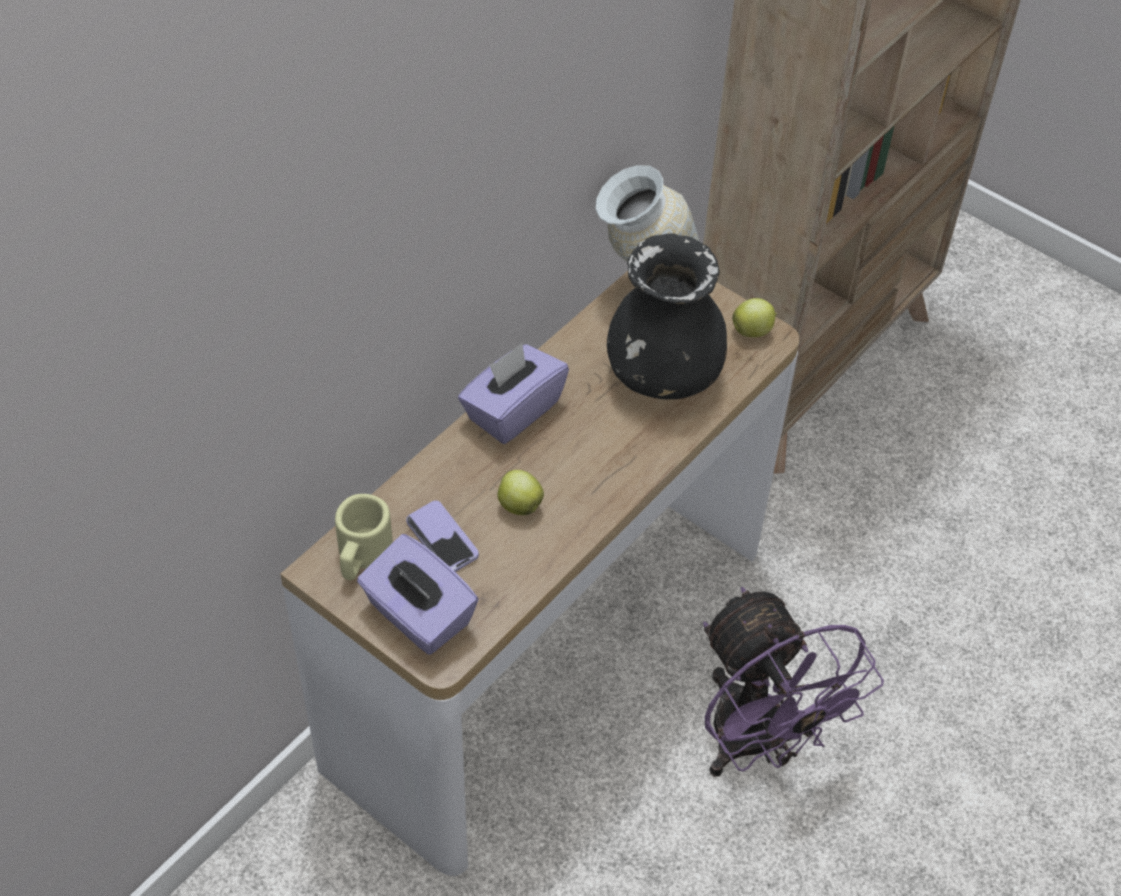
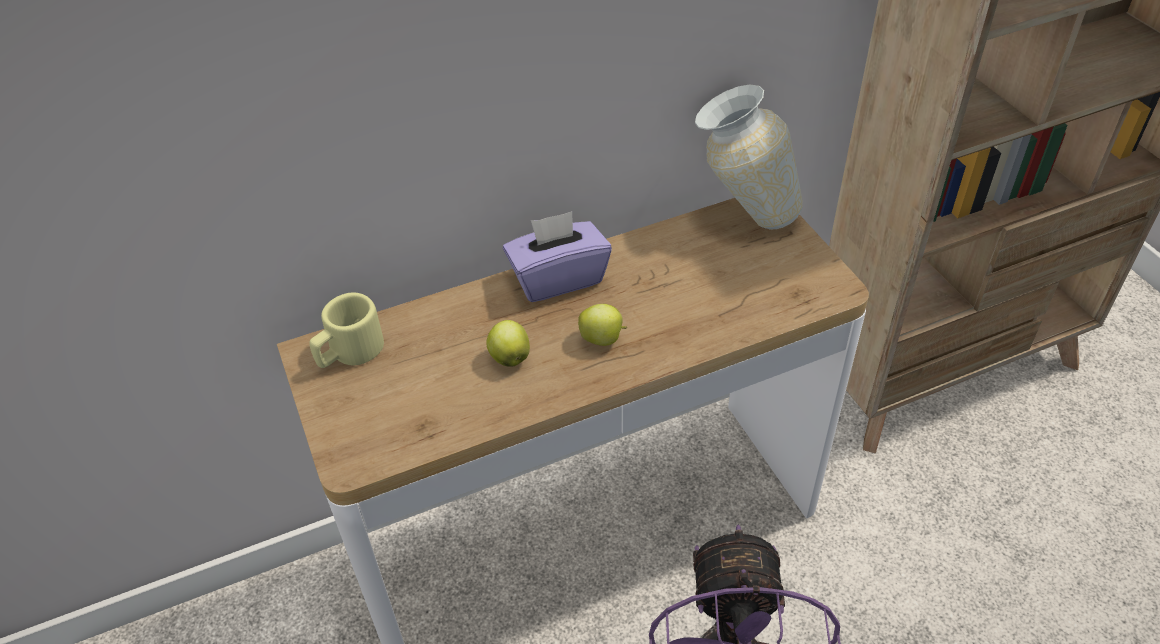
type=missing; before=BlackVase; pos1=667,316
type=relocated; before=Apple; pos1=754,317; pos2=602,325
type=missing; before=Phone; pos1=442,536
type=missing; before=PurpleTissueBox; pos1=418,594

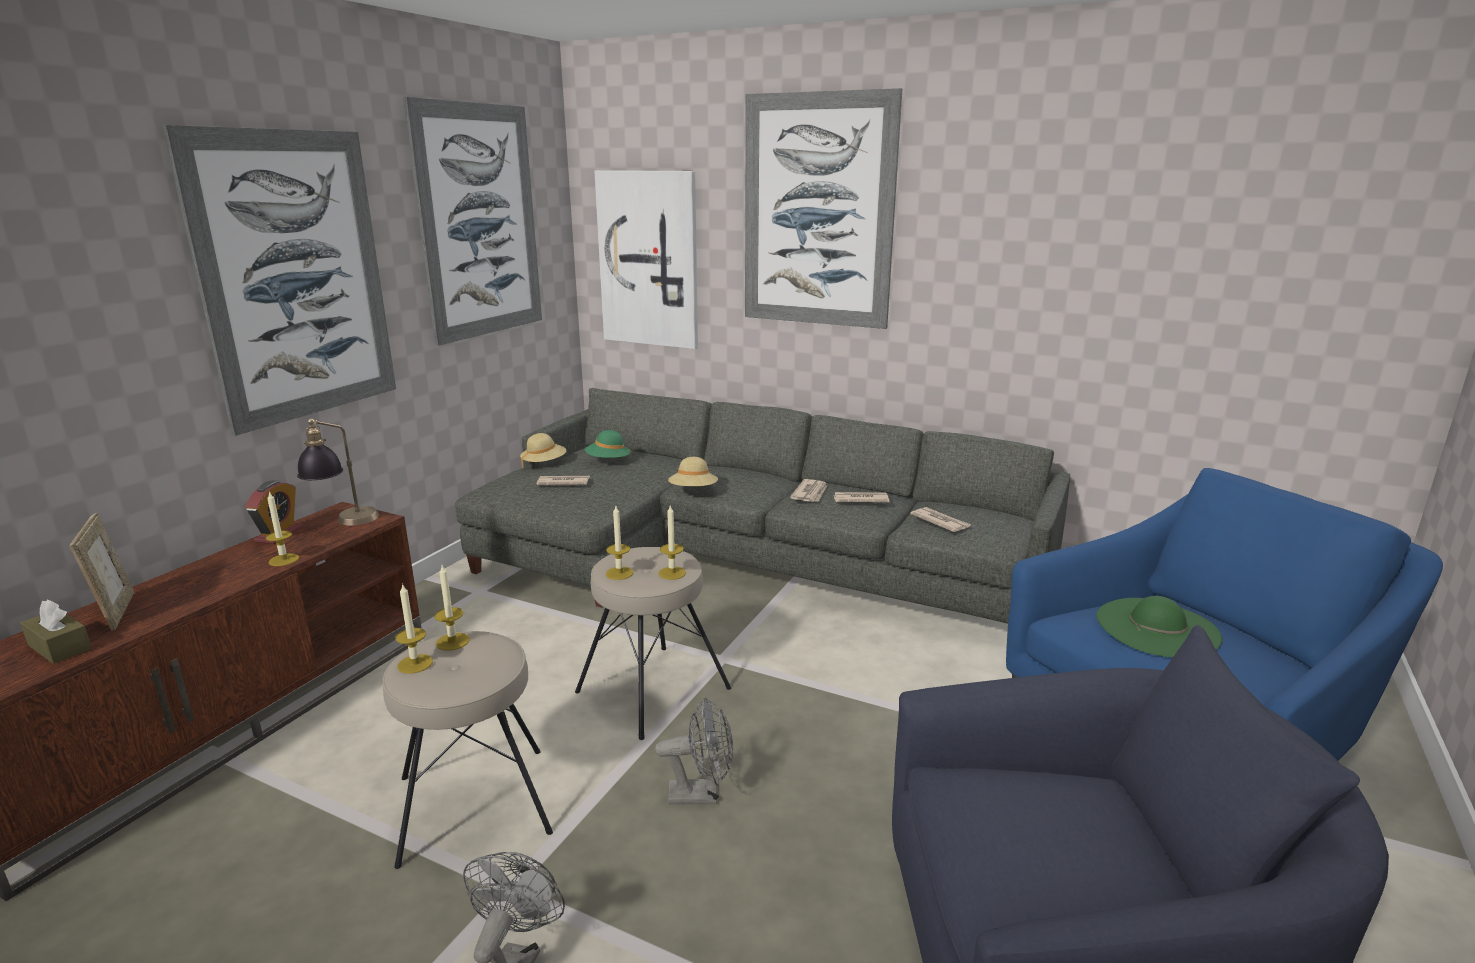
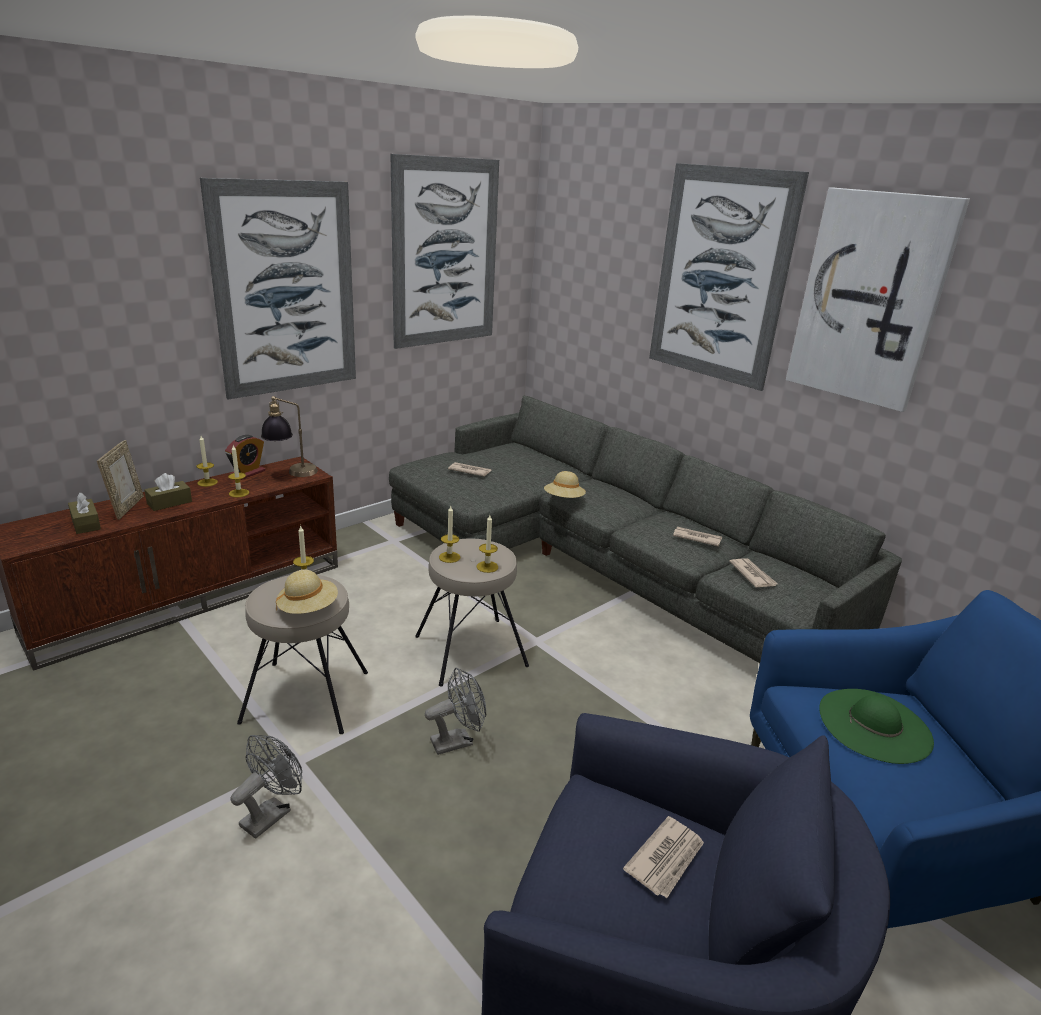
type=relocated; before=Picture; pos1=646,259; pos2=878,299
type=missing; before=GreenHat; pos1=608,444
type=relocated; before=BeigeHat; pos1=543,450; pos2=307,592
type=relocated; before=Newspaper; pos1=808,490; pos2=663,857
type=relocated; before=Candle; pos1=414,628; pos2=207,461
type=spun; before=GreyFan; pos1=694,751; pos2=455,711; turn=-45
type=appeared; after=BrownTissueBox; pos2=168,492

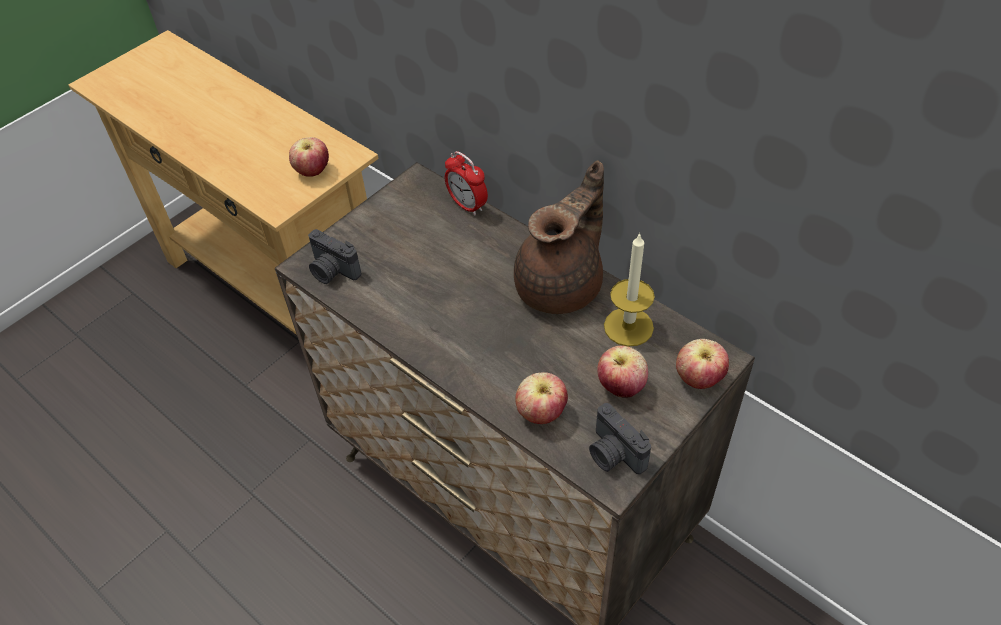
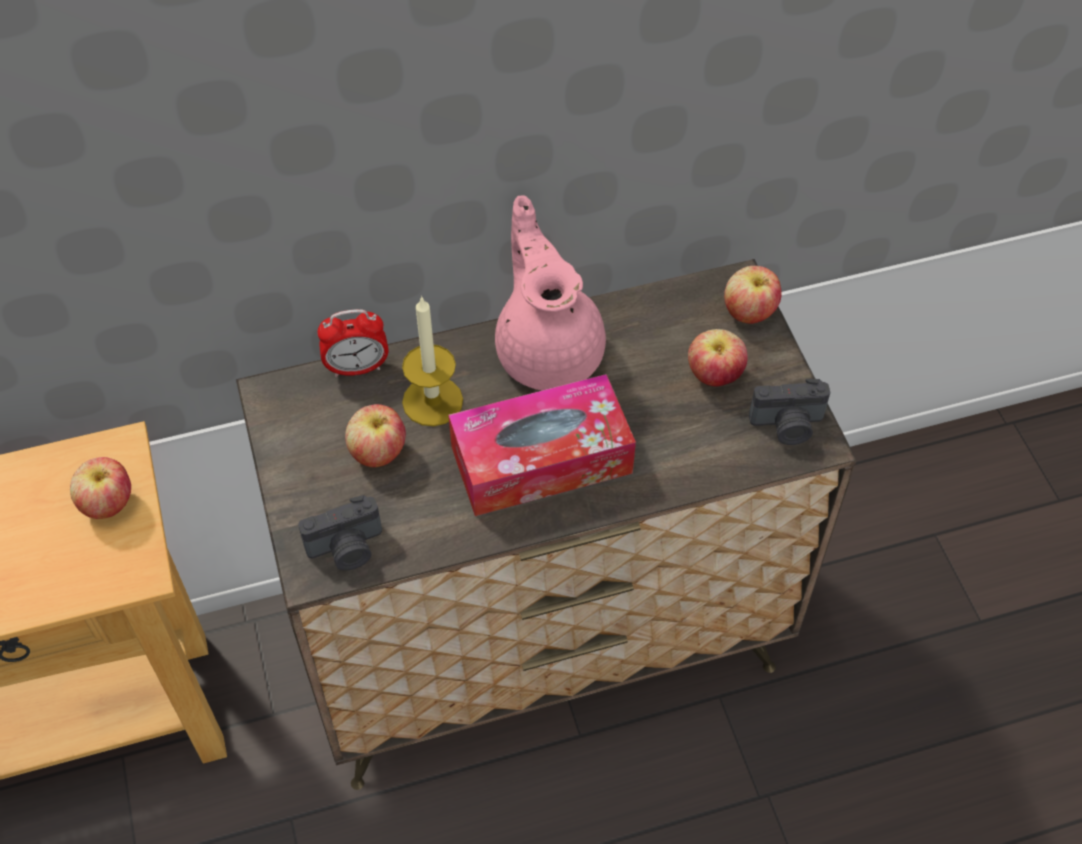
type=colour; before=BrownTeapot; after=PinkTeapot; pos1=559,237; pos2=550,293
type=relocated; before=Candle; pos1=629,289; pos2=432,361
type=relocated; before=Apple; pos1=541,398; pos2=375,435
type=appeared; after=TissueBox; pos2=542,445

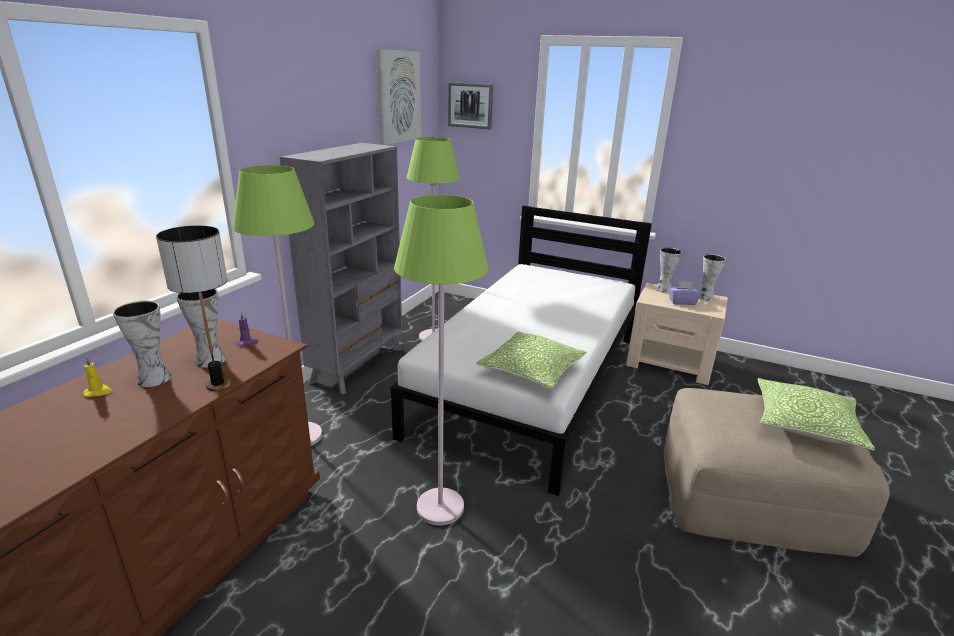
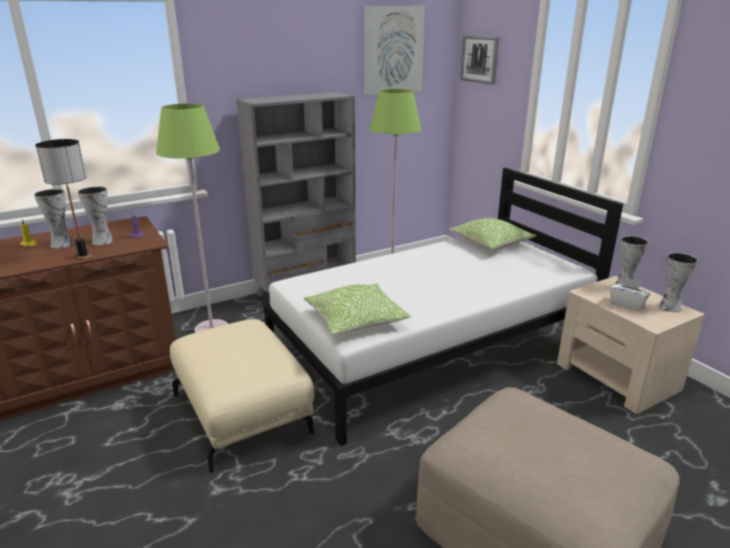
type=exchanged; before=GreenFloorLamp; after=BeigeOttoman; pos1=441,360; pos2=242,396
type=colour; before=PurpleTissueBox; after=WhiteTissueBox; pos1=685,293; pos2=630,294
type=relocated; before=Pillow; pos1=816,414; pos2=493,234

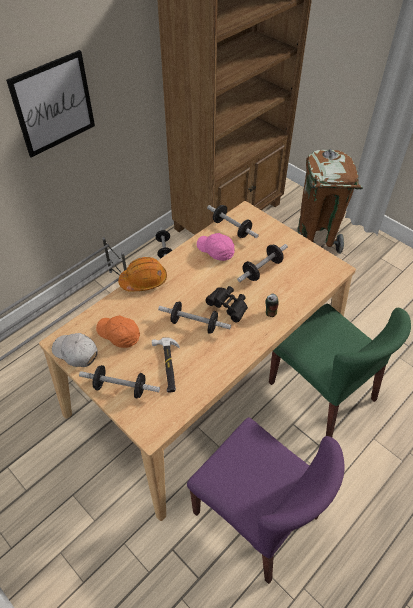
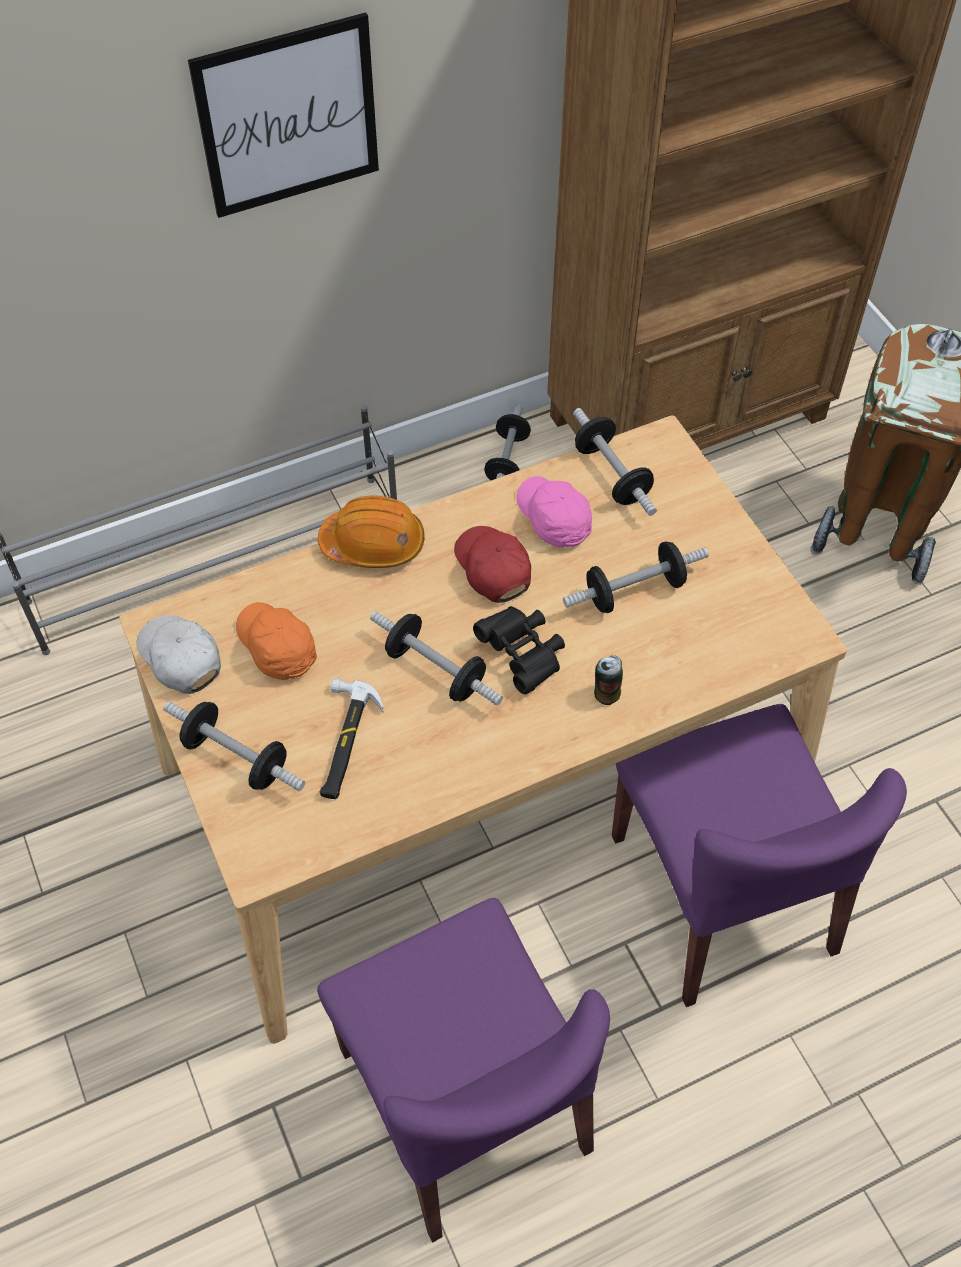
type=colour; before=GreenChair; after=PurpleChair; pos1=340,370; pos2=759,855
type=appeared; after=RedCap; pos2=492,564

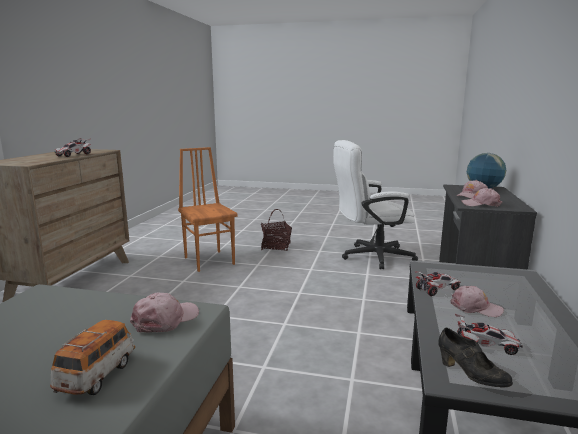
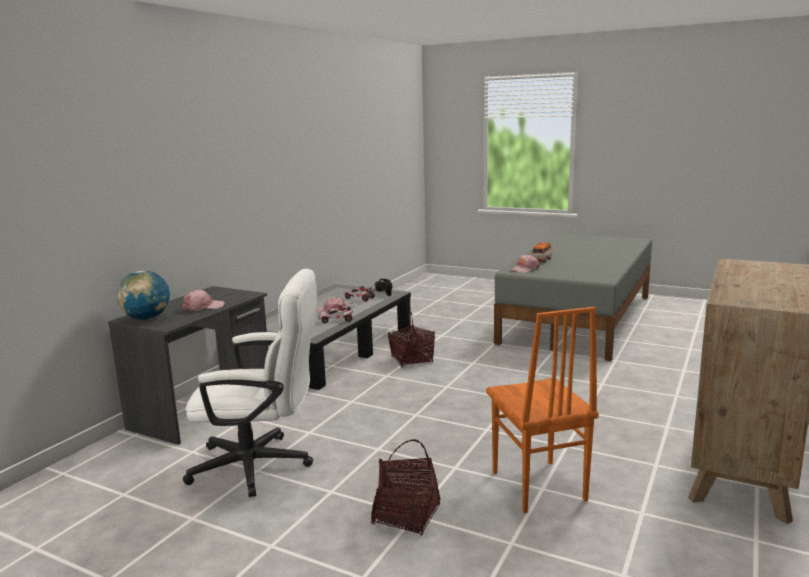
type=missing; before=ToyCar; pos1=72,147
type=missing; before=PinkCap; pos1=481,197
type=appeared; after=Basket; pos2=411,339

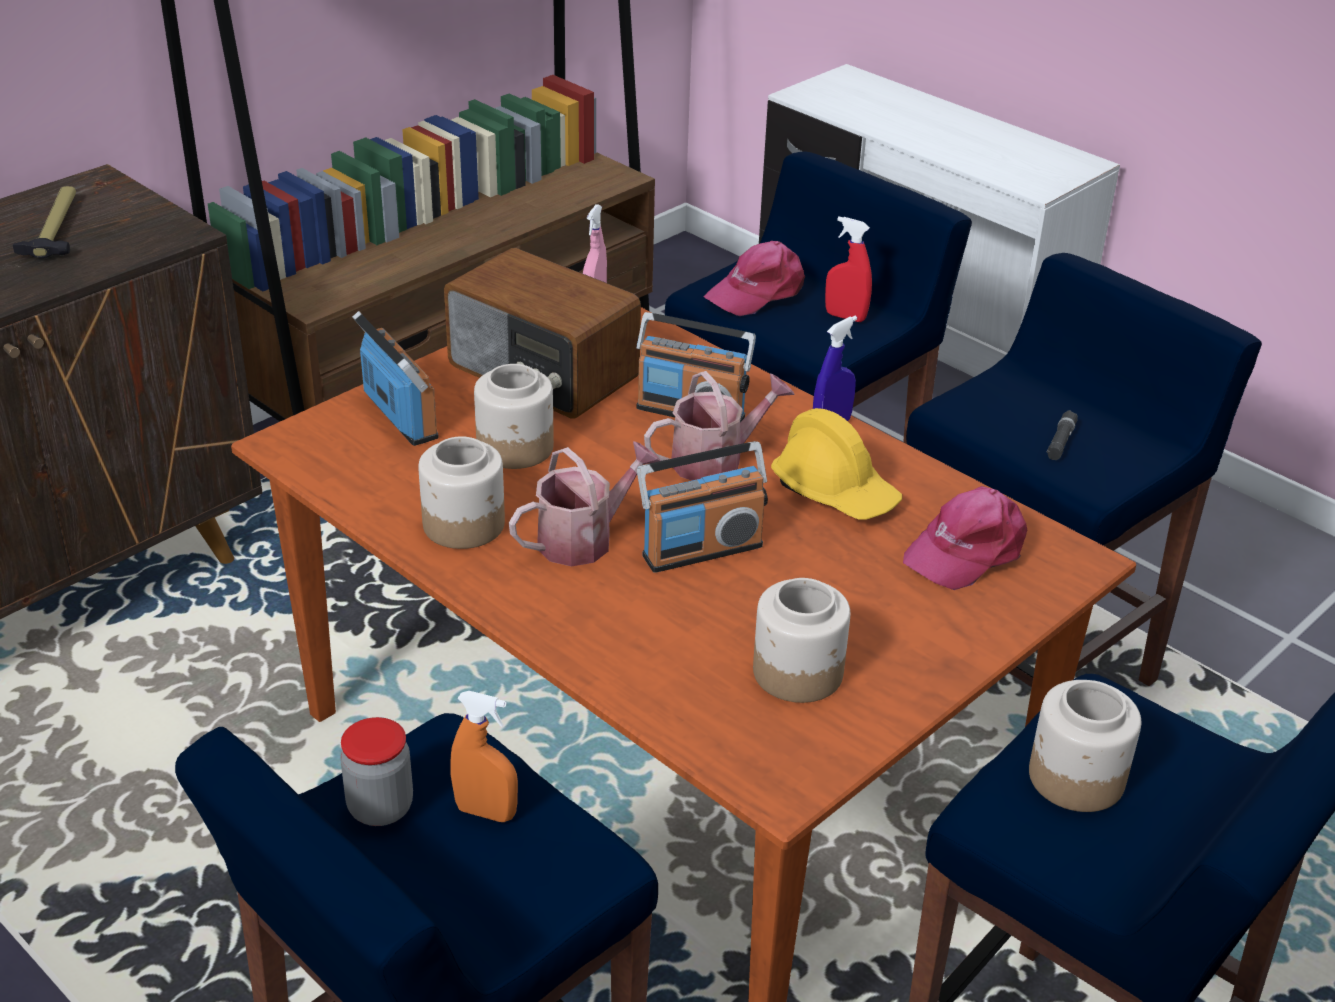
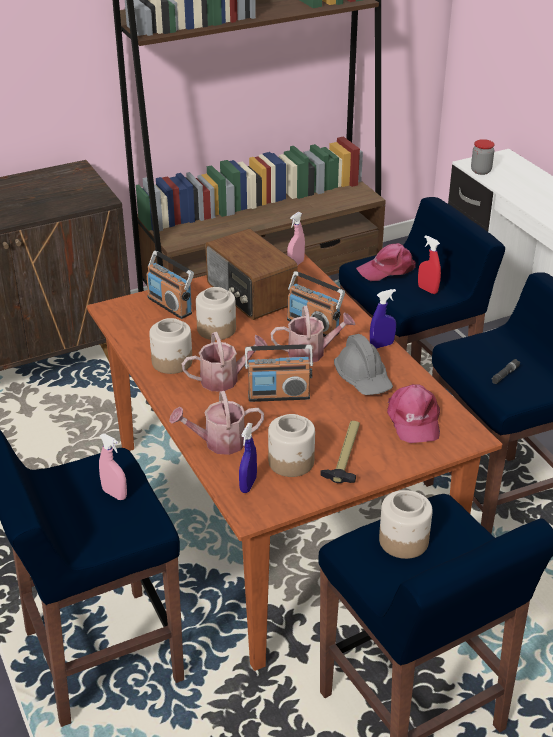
type=relocated; before=Hammer; pos1=44,222; pos2=340,452
type=spun; before=Radio; pos1=395,378; pos2=170,285; turn=150
type=colour; before=YellowHardHat; after=GreyHardHat; pos1=836,464; pos2=363,364
type=spun; before=PinkCap; pos1=965,538; pos2=413,413; turn=-75
type=colour; before=OrangeSprayBottle; after=PinkSprayBottle; pos1=484,756; pos2=113,466
type=relocated; before=Jar; pos1=376,771; pos2=482,157
type=appeared; after=WateringCan; pos2=216,423
type=appeared; after=BlueSprayBottle; pos2=248,458

